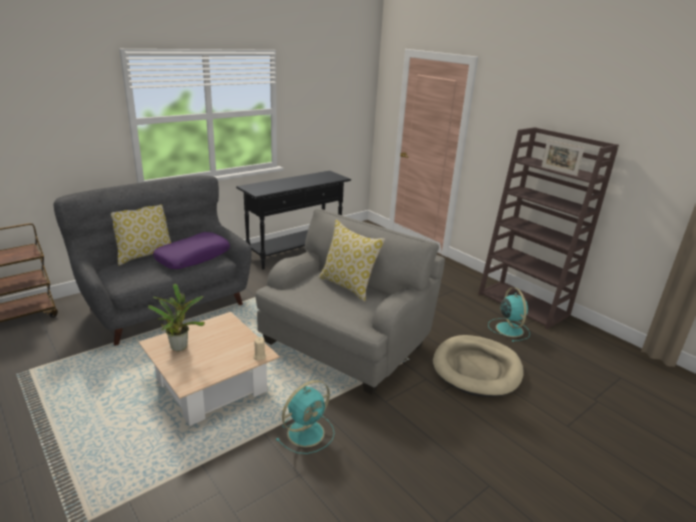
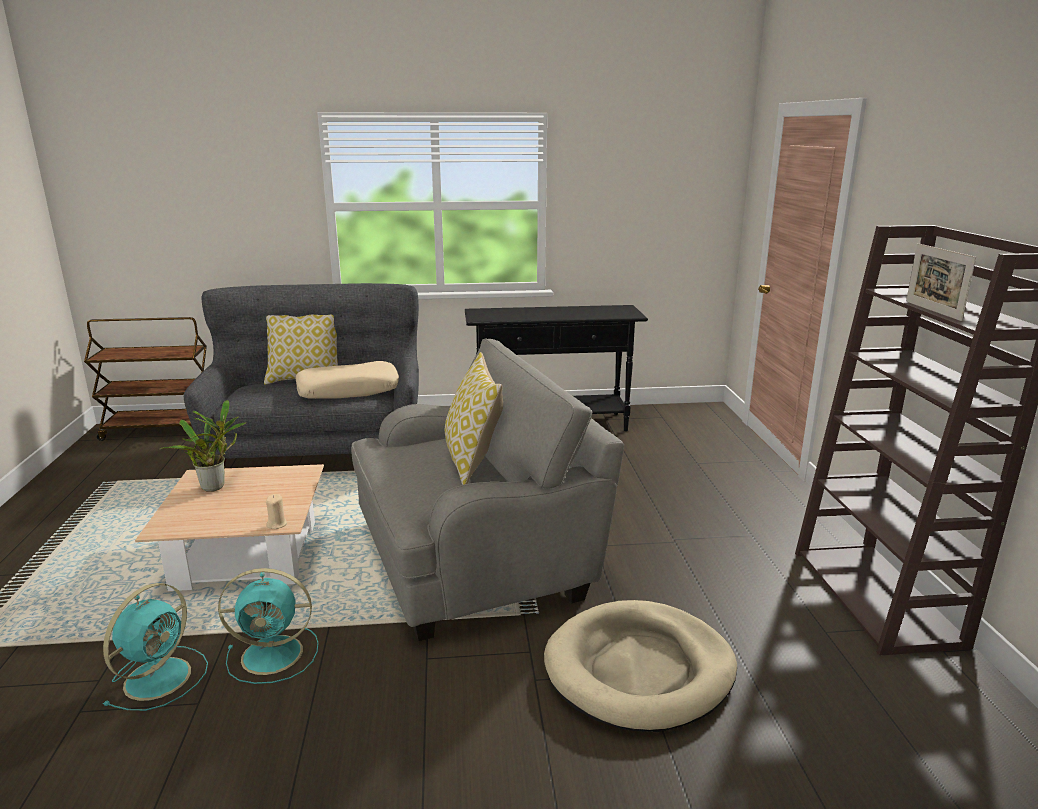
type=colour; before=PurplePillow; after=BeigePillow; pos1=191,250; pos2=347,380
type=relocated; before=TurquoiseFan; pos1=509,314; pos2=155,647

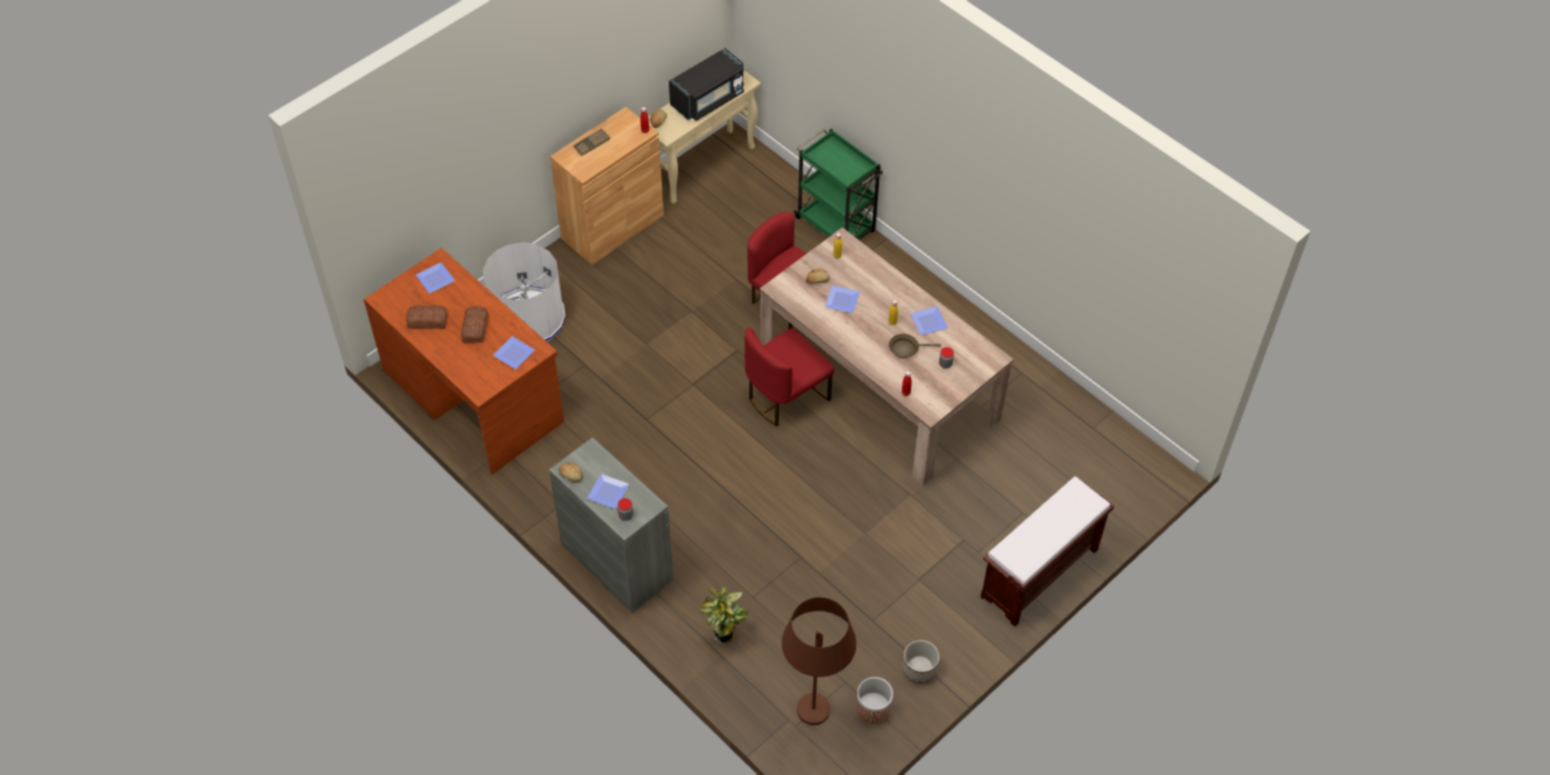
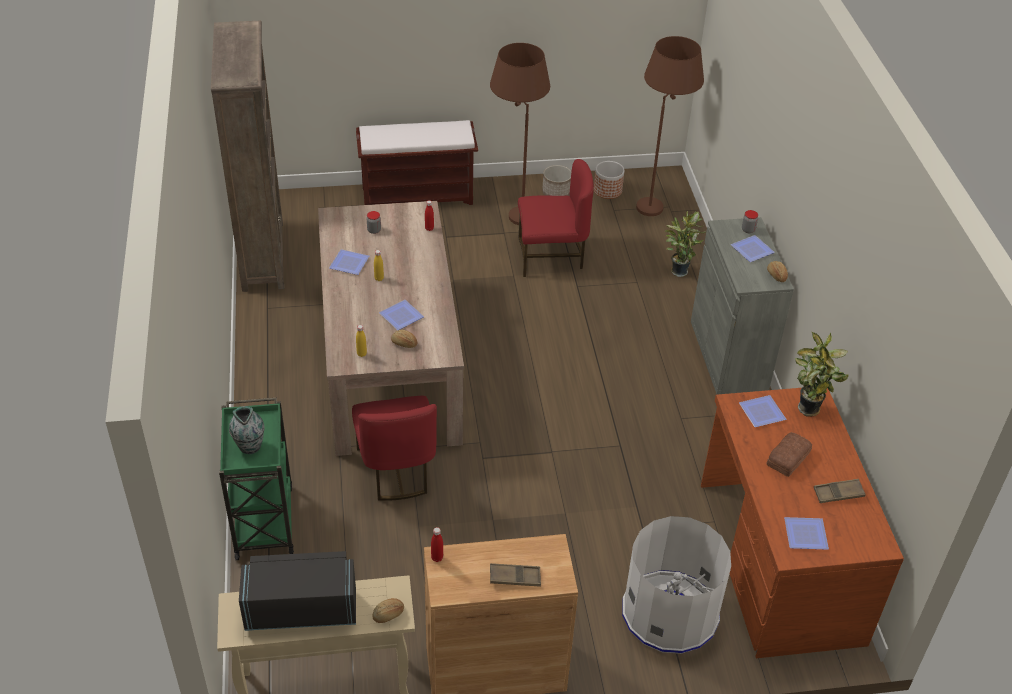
type=exchanged; before=Bread; after=BrownTray; pos1=427,317; pos2=840,491
type=relocated; before=RedChair; pos1=790,376; pos2=556,218
type=missing; before=BrownFryingPan; pos1=915,346
type=appeared; after=BrownBookcase; pos2=247,156
type=appeared; after=BrownFloorLamp; pos2=520,134
type=appeared; after=PottedPlant; pos2=822,374
type=appeared; after=Vase; pos2=247,430

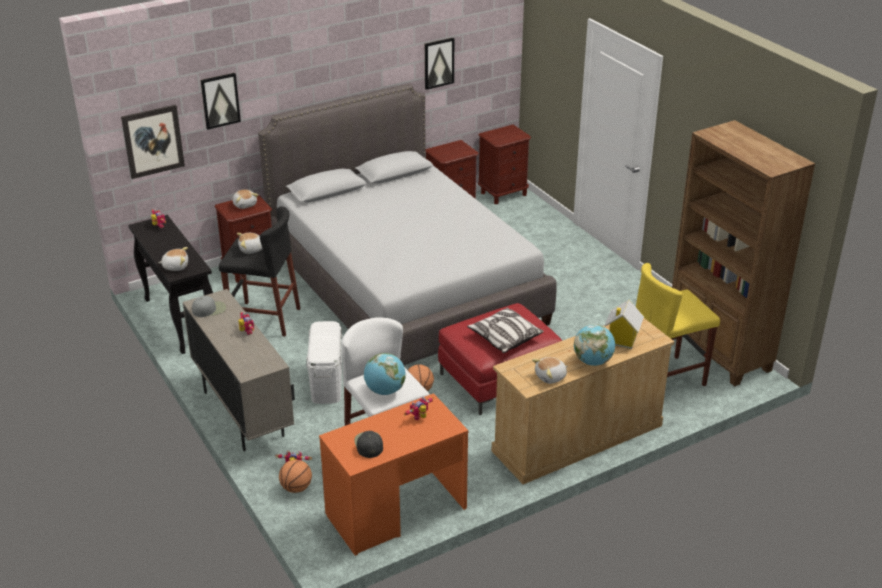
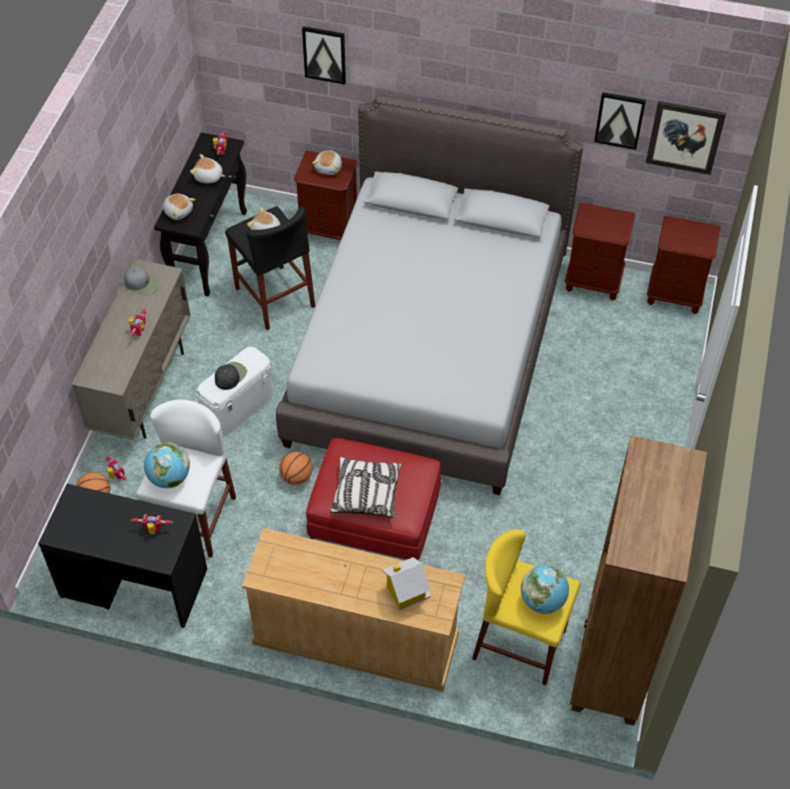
type=relocated; before=Picture; pos1=153,142; pos2=686,138
type=relocated; before=Globe; pos1=594,345; pos2=545,589
type=relocated; before=PlushToy; pos1=549,370; pos2=207,168
type=colour; before=OrangeDesk; after=BlackDesk; pos1=393,474; pos2=122,556
type=relocated; before=BlackCap; pos1=368,444; pos2=231,376

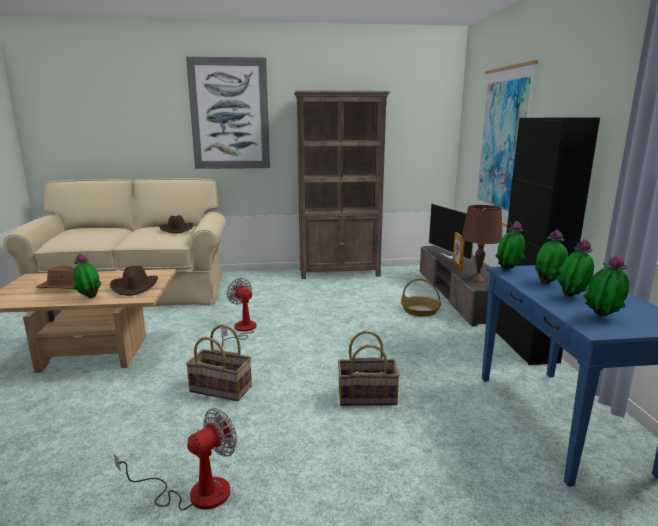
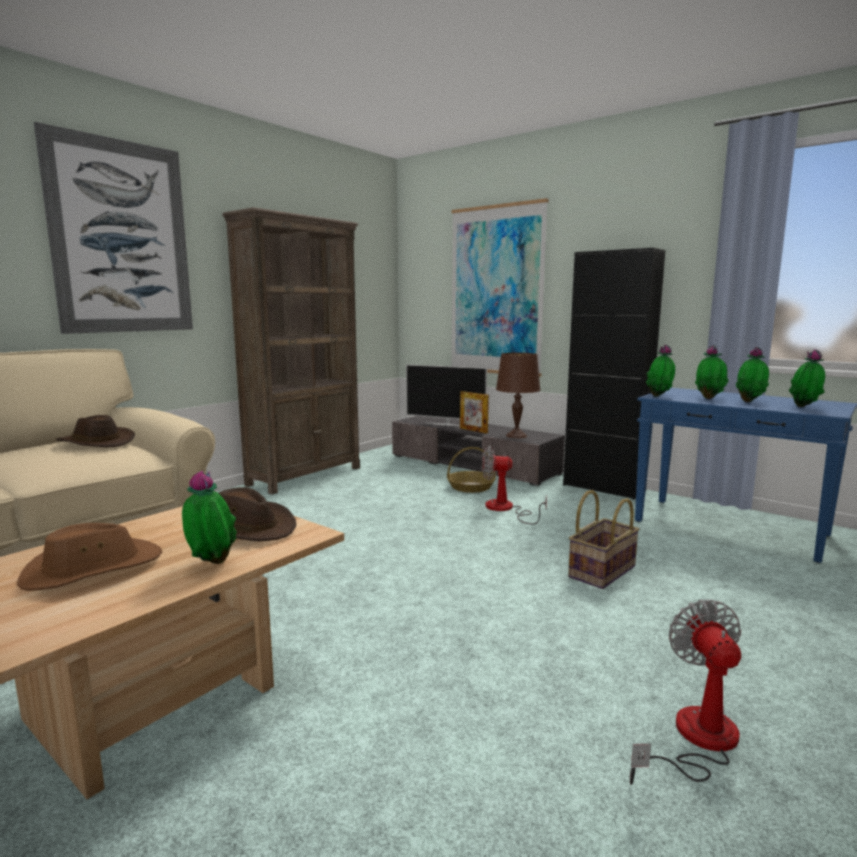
type=relocated; before=Fan; pos1=239,312; pos2=515,485
type=missing; before=Basket; pos1=219,362

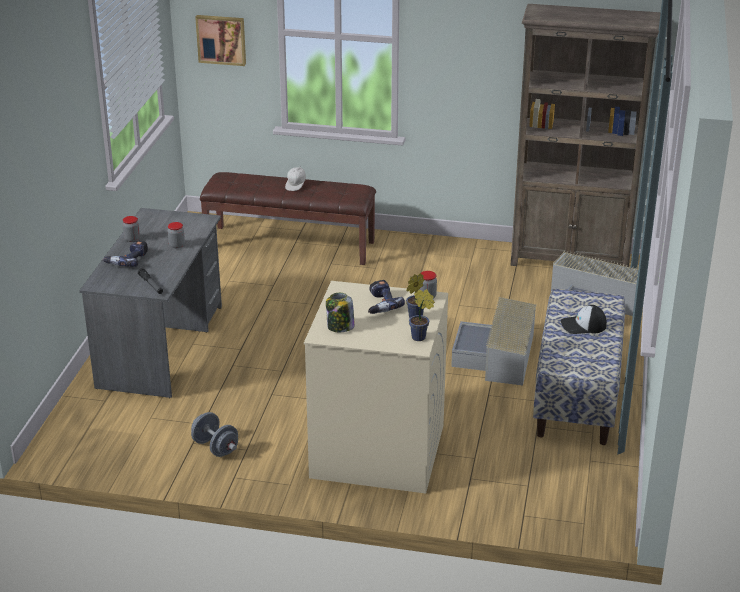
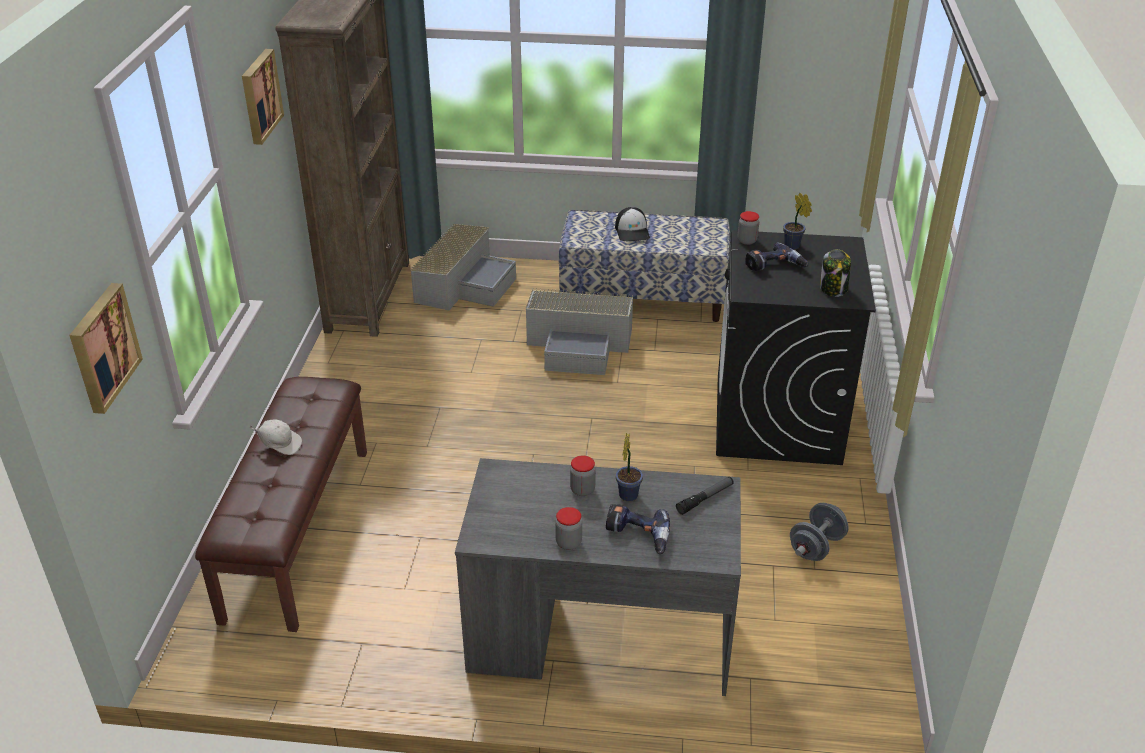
type=colour; before=BeigeWashingMachine; after=BlackWashingMachine; pos1=376,387; pos2=796,347
type=relocated; before=PottedPlant; pos1=422,315; pos2=629,467
type=appeared; after=Picture; pos2=263,97

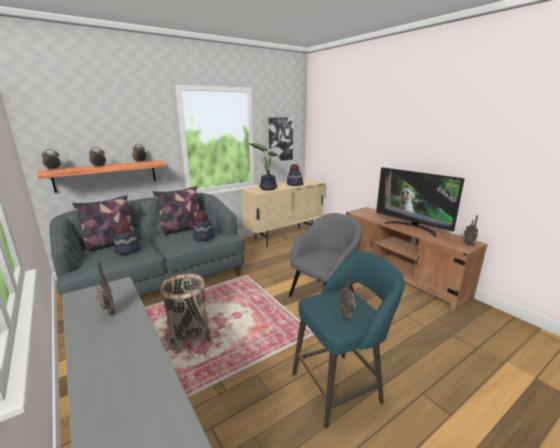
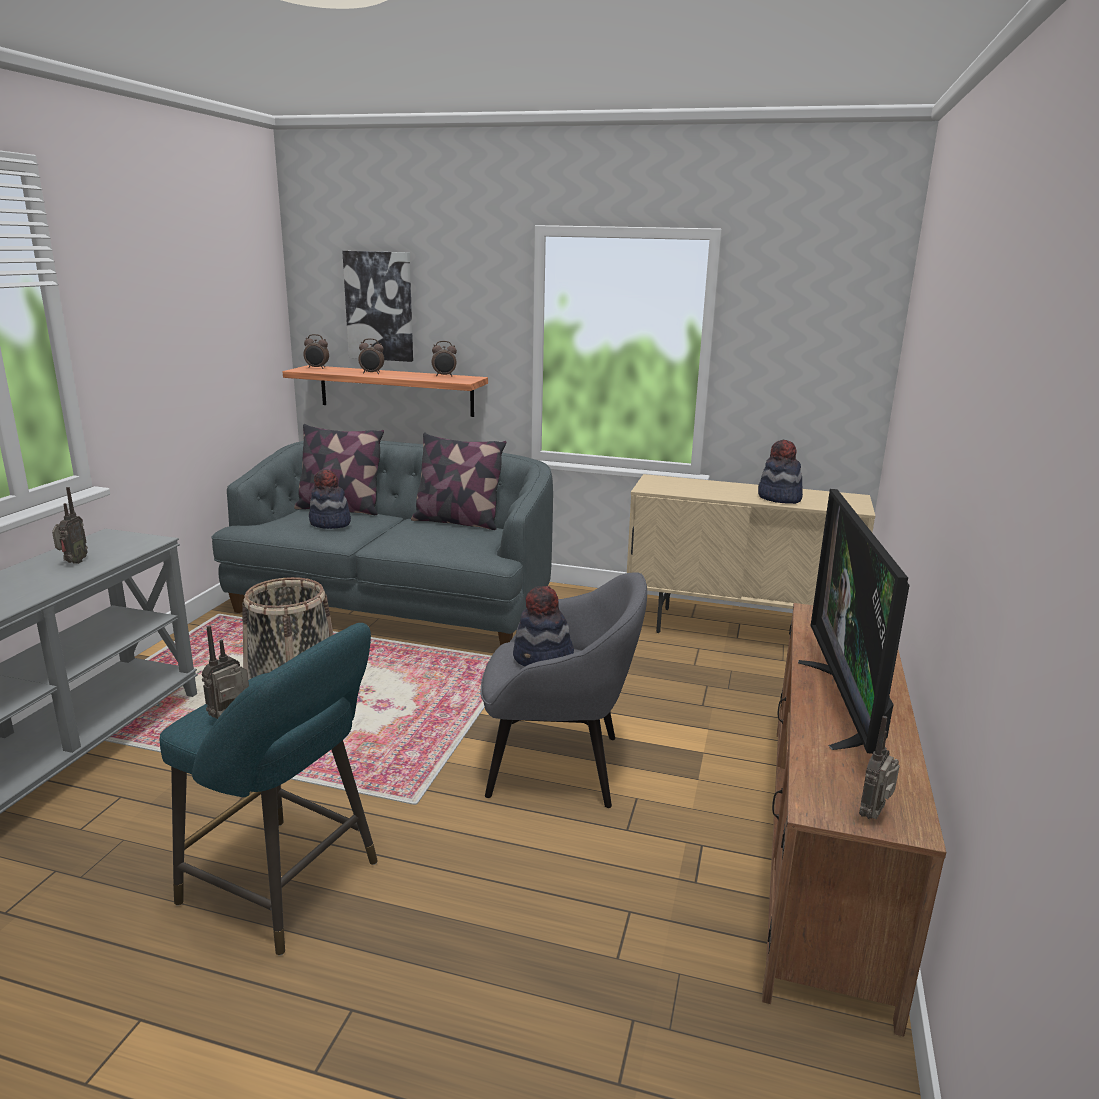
type=relocated; before=Picture; pos1=281,139; pos2=377,306
type=missing; before=PottedPlant; pos1=264,166
type=relocated; before=Hat; pos1=204,225; pos2=543,626

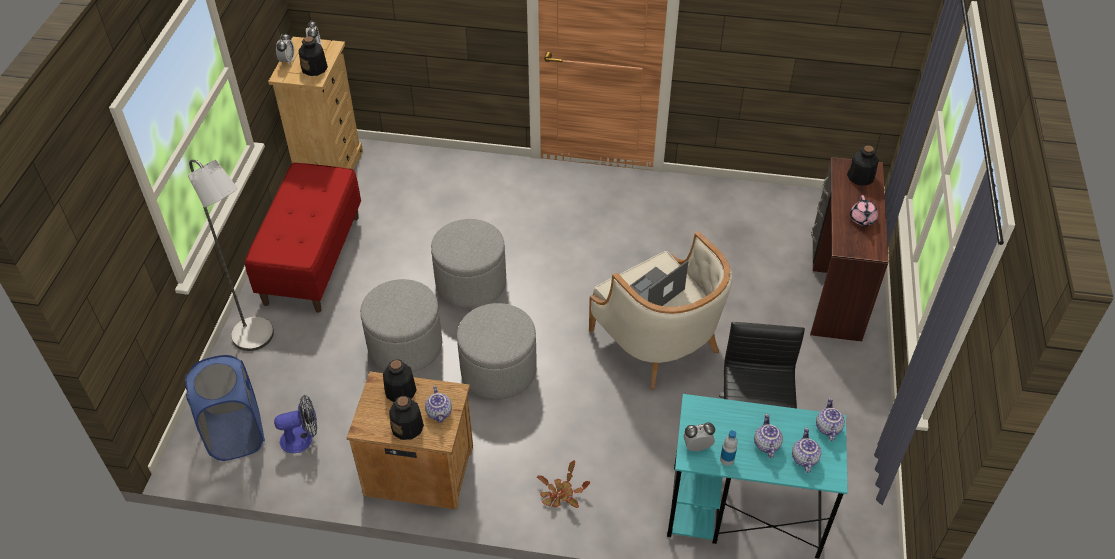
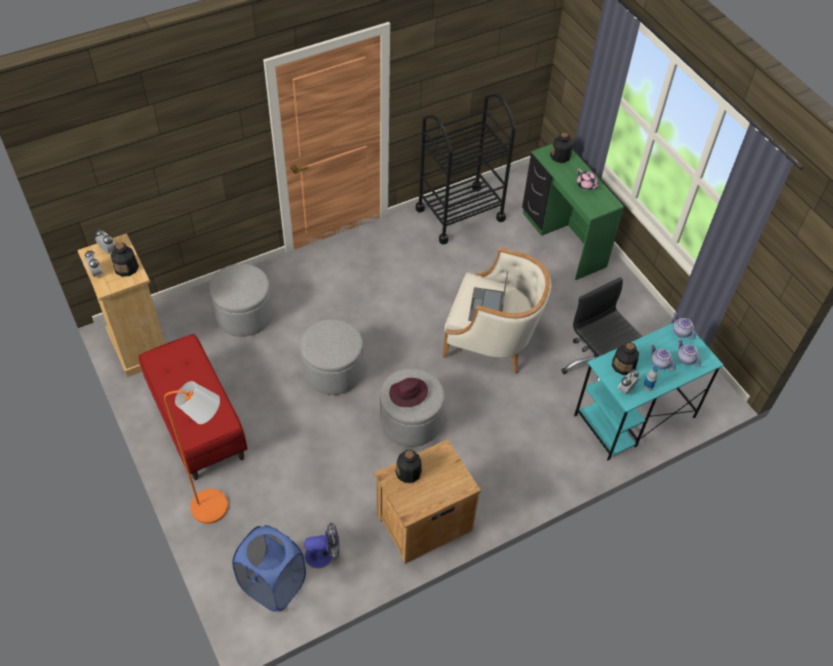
type=colour; before=BrownDesk; after=GreenDesk; pos1=849,249; pos2=573,212
type=colour; before=GreyFloorLamp; after=OrangeFloorLamp; pos1=231,255; pos2=196,452
type=relocated; before=GreyOttoman; pos1=401,325; pos2=241,300
type=missing; before=Teapot; pos1=438,404
type=spun; before=Fan; pos1=295,424; pos2=322,545; turn=45
type=relocated; before=Bottle; pos1=406,418; pos2=625,358
type=missing; before=PottedPlant; pos1=563,484
type=appeared; after=BlackCart; pos2=466,168
type=appeared; after=PurpleHat; pos2=408,392

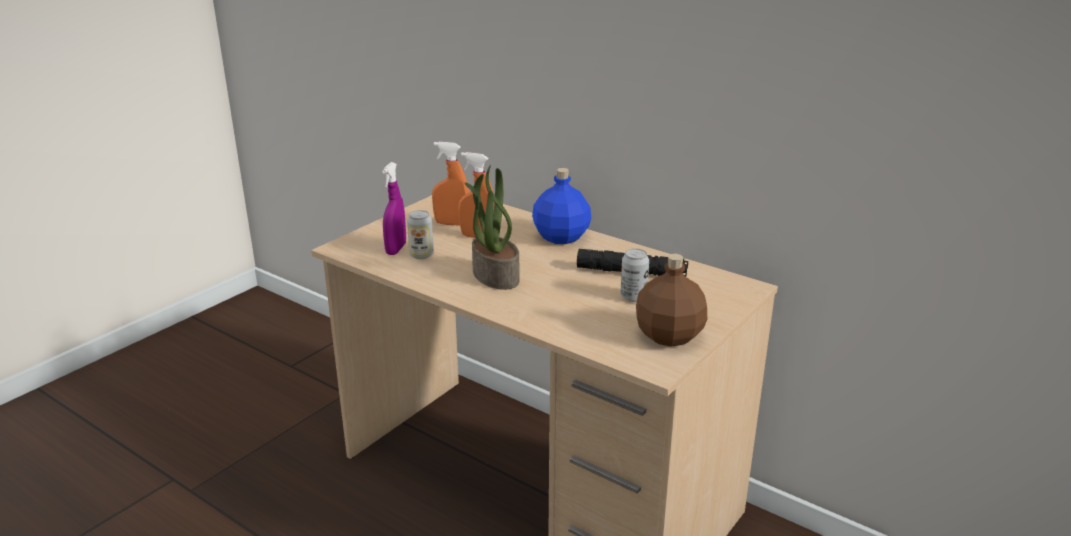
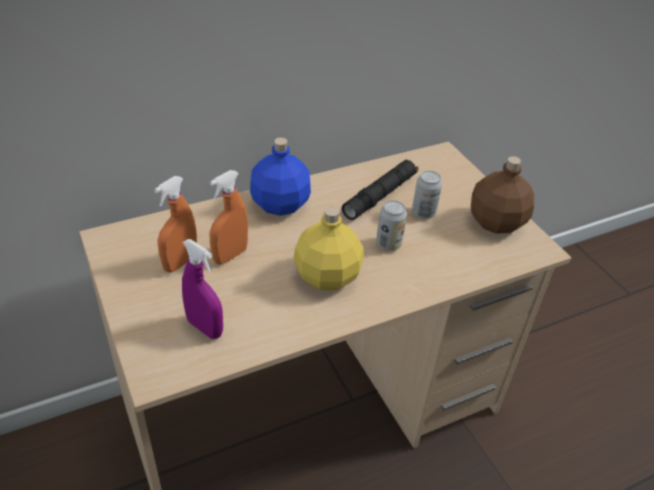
type=exchanged; before=PottedPlant; after=YellowBottle; pos1=492,227; pos2=328,248
type=relocated; before=Can; pos1=420,234; pos2=391,225

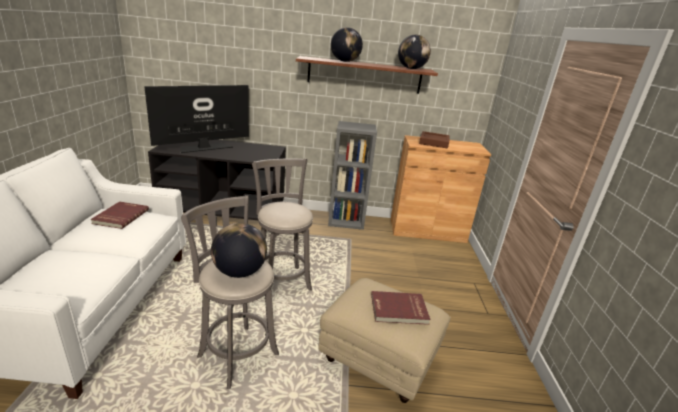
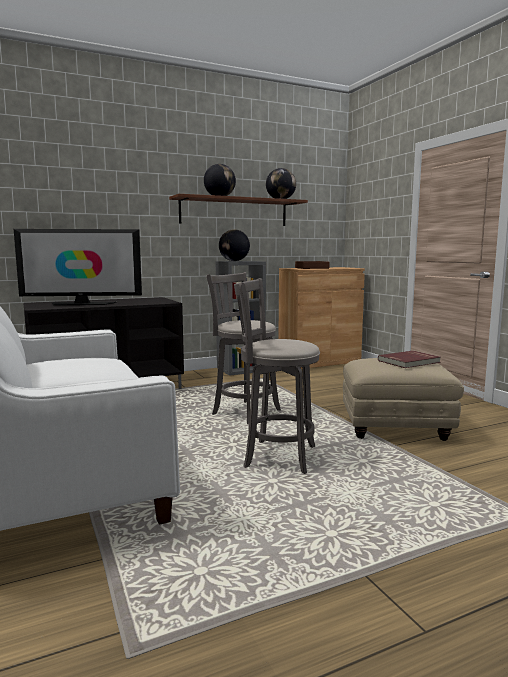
type=spun; before=Television; pos1=196,119; pos2=78,267; turn=-120
type=missing; before=RedBook; pos1=120,215
type=relocated; before=Globe; pos1=239,250; pos2=234,245

